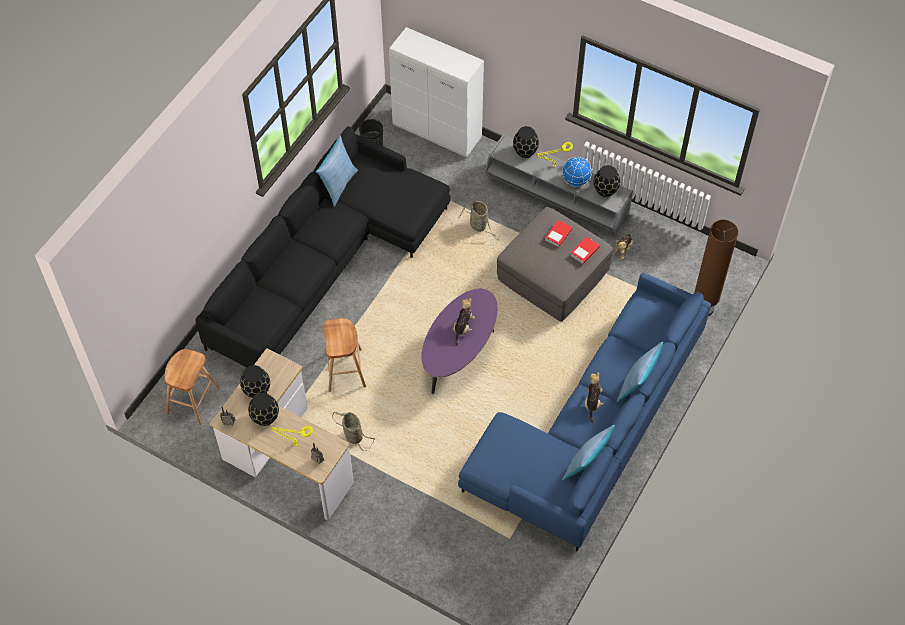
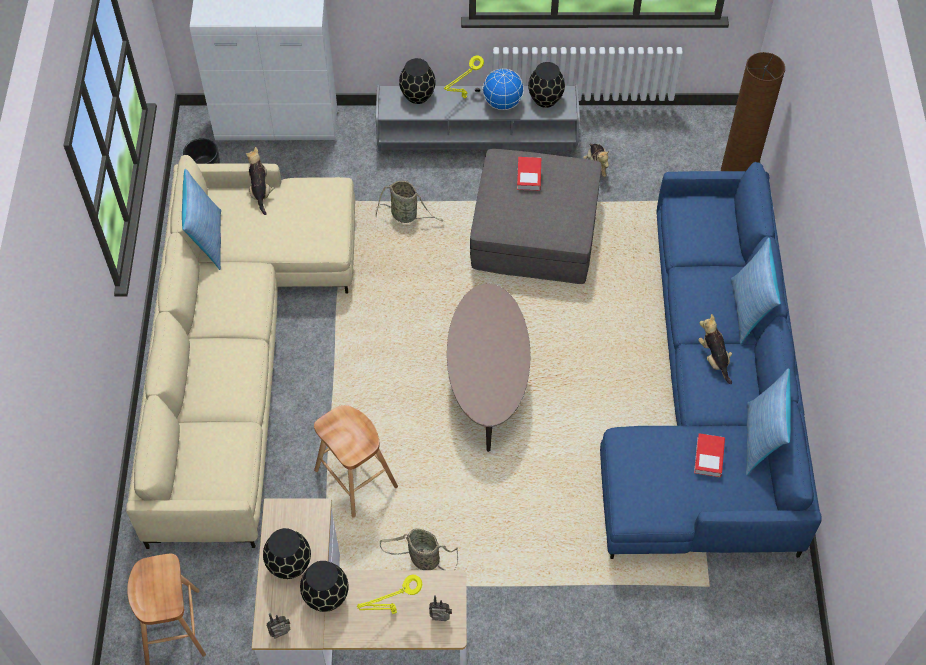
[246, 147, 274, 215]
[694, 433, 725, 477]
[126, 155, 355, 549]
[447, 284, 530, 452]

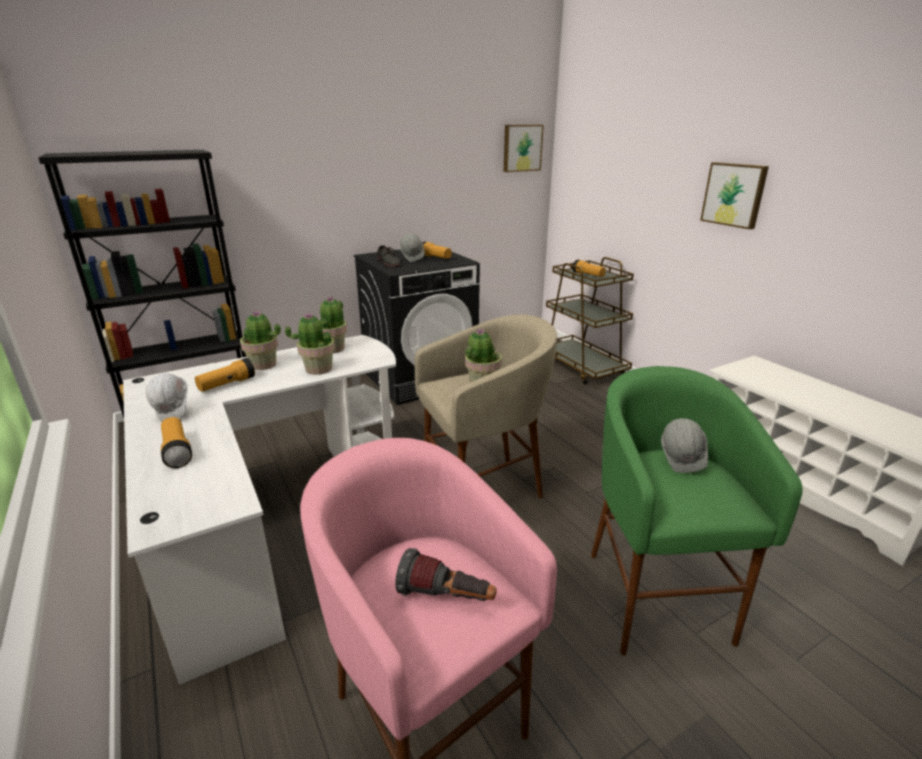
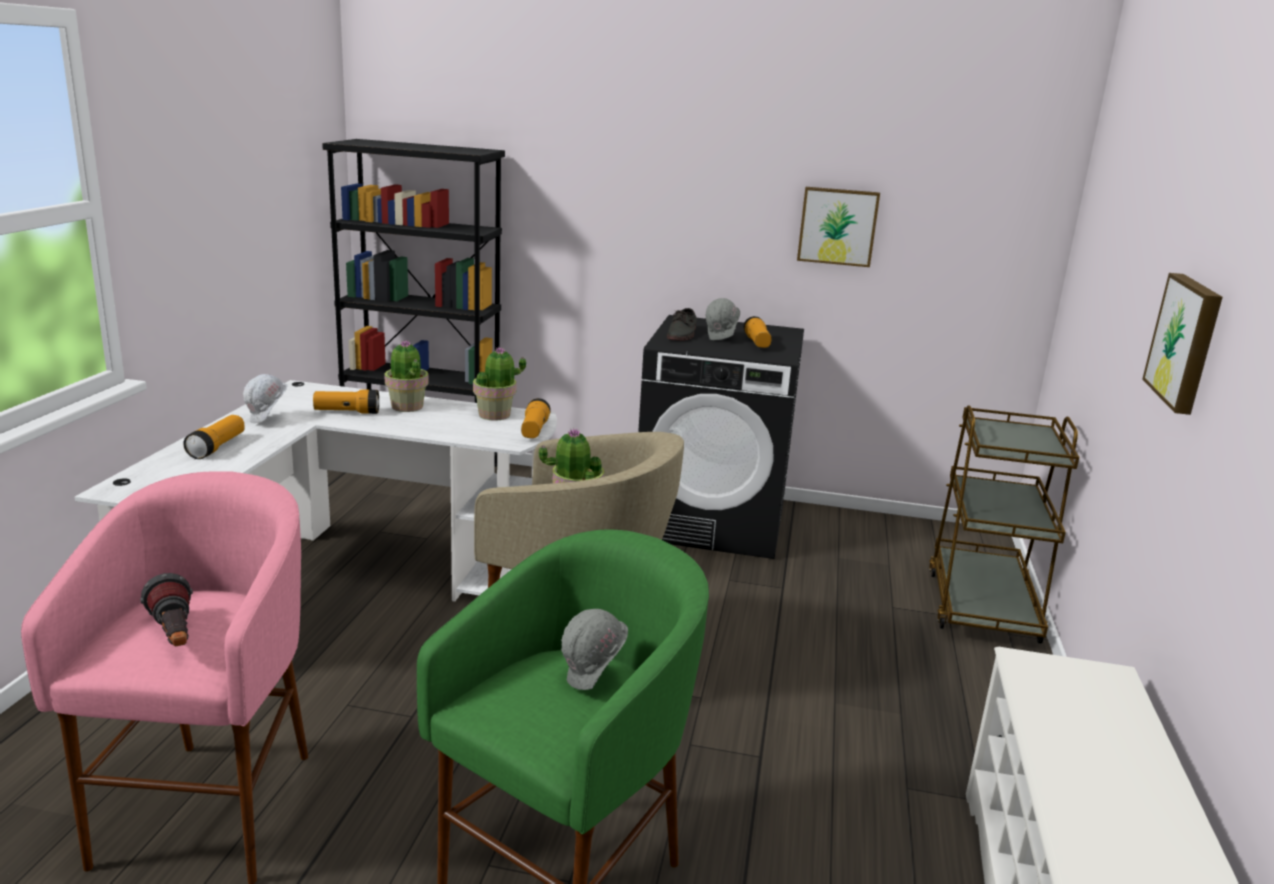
[285, 312, 335, 375] (first image)
[797, 187, 880, 267]
[521, 398, 551, 438]

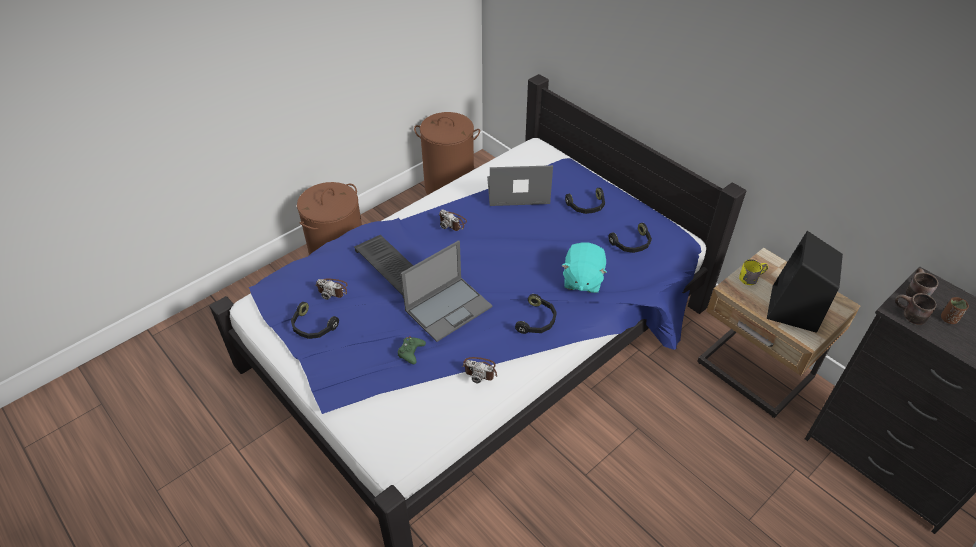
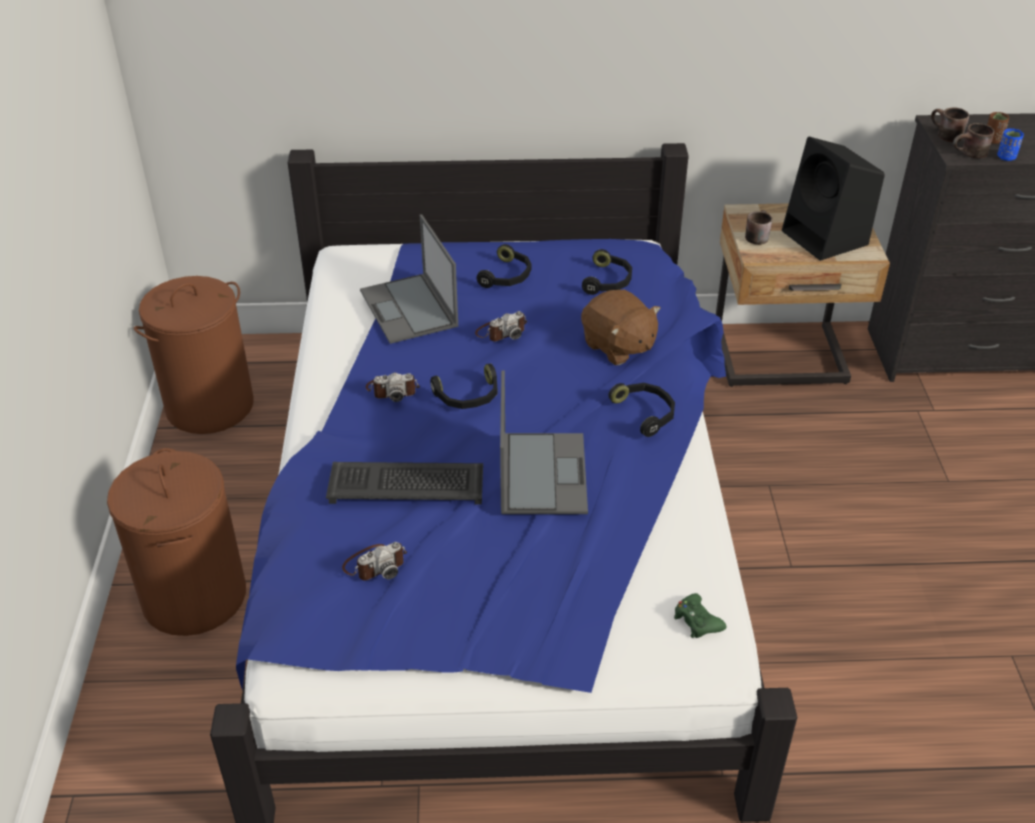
[997, 128, 1024, 161]
[430, 364, 498, 409]
[674, 593, 727, 638]
[475, 311, 527, 341]
[581, 290, 661, 365]
[745, 210, 773, 245]
[360, 214, 458, 344]

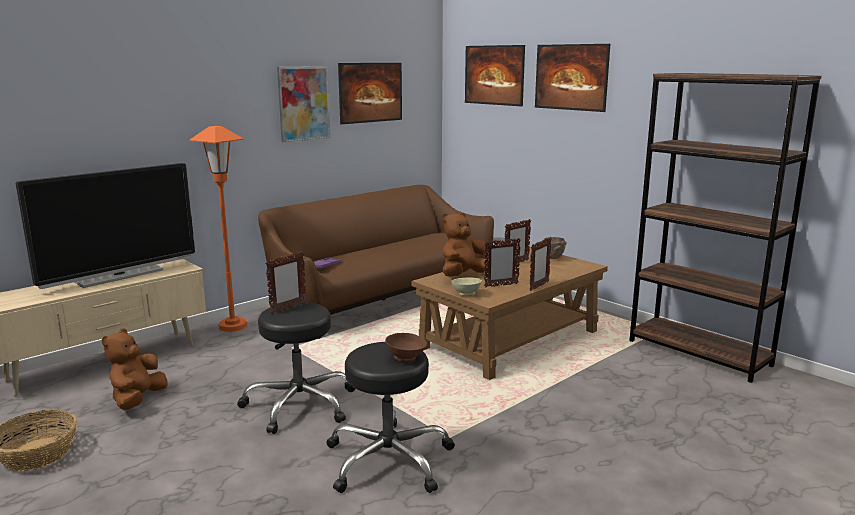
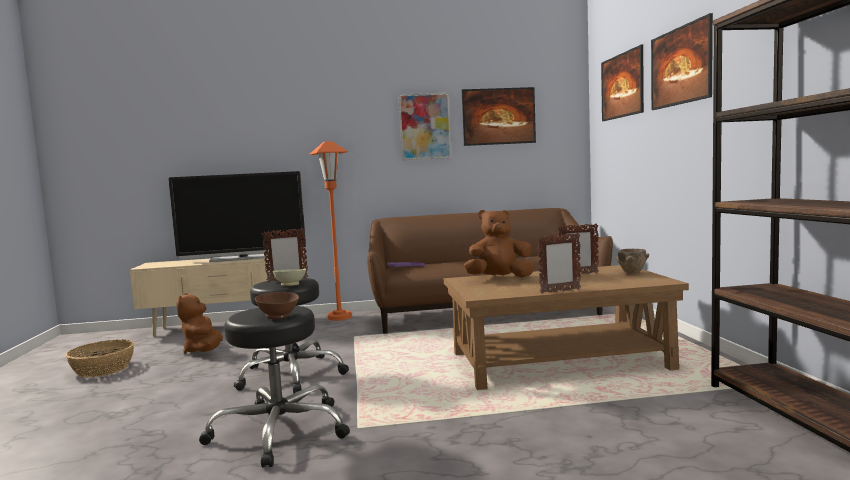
[484, 238, 521, 287] (first image)
[273, 269, 306, 286]
[176, 293, 223, 354]

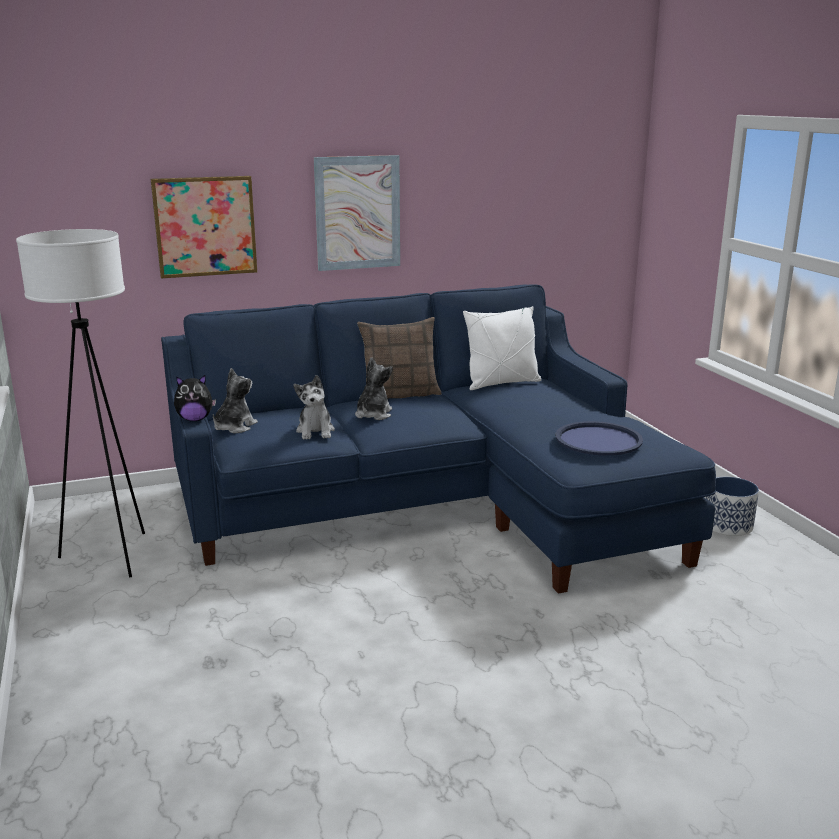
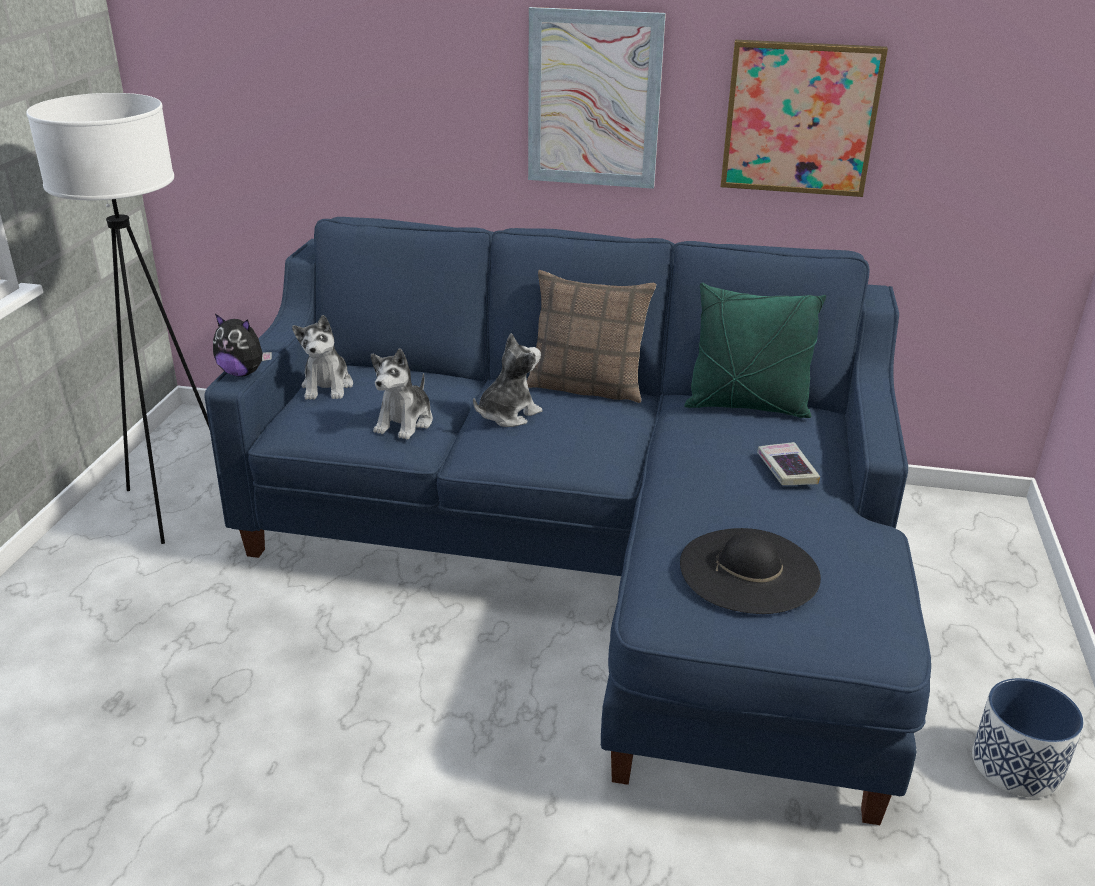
[757, 442, 820, 485]
[721, 40, 888, 197]
[680, 528, 821, 614]
[684, 283, 826, 418]
[292, 315, 353, 400]

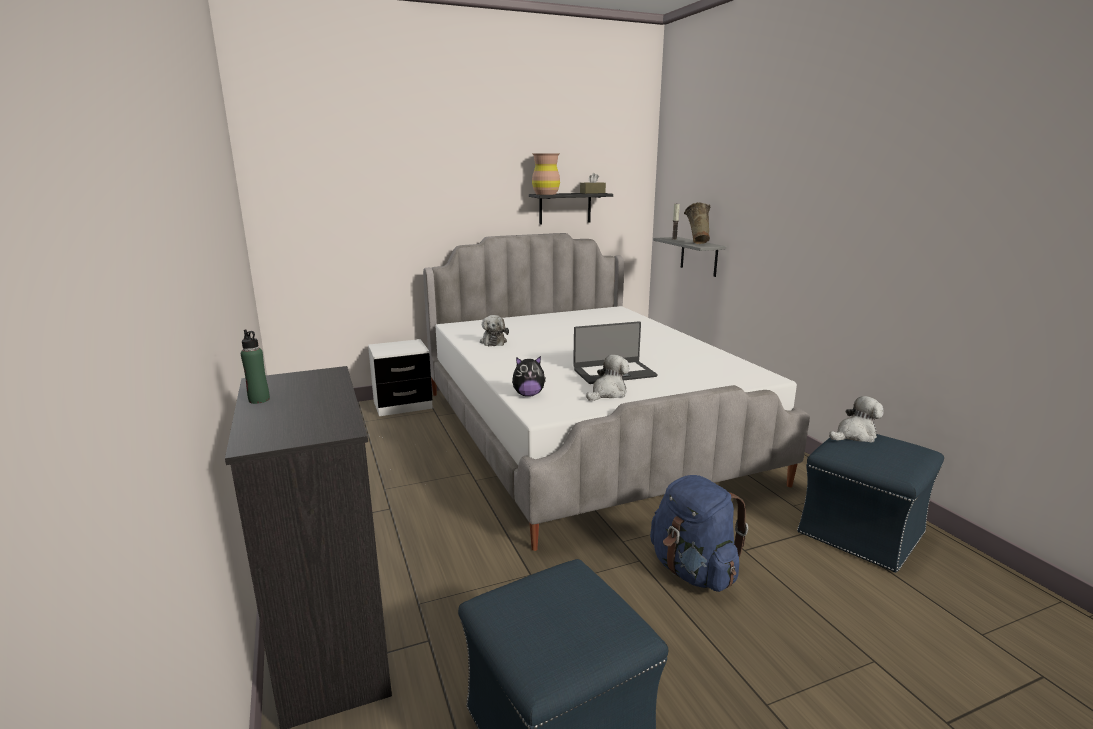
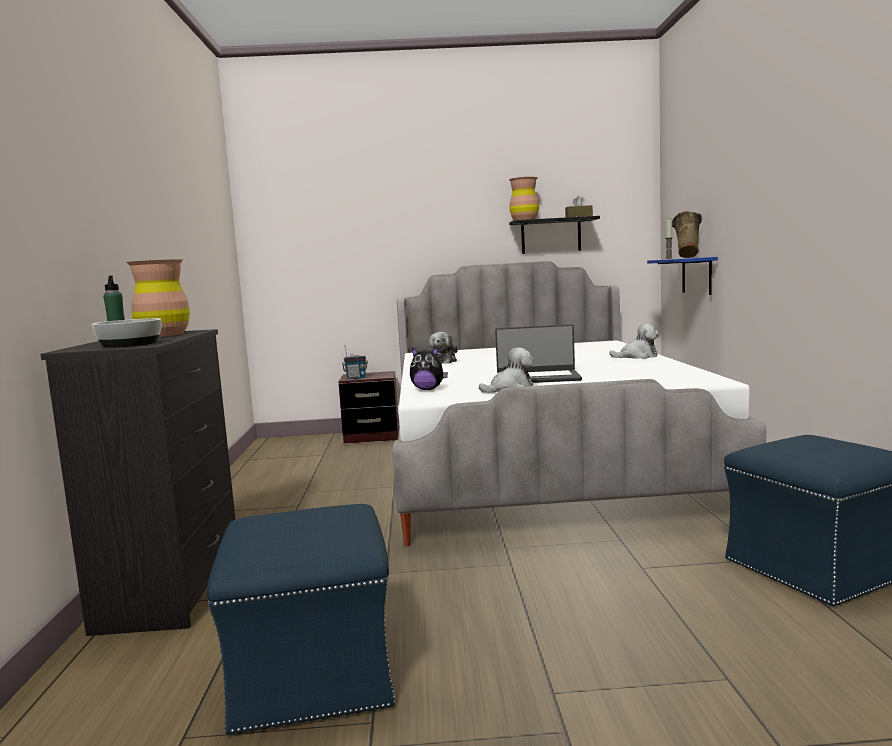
[650, 475, 748, 592] (first image)
[92, 318, 162, 348]
[126, 259, 190, 337]
[342, 345, 368, 380]
[609, 324, 659, 359]
[338, 371, 399, 444]
[647, 257, 718, 295]

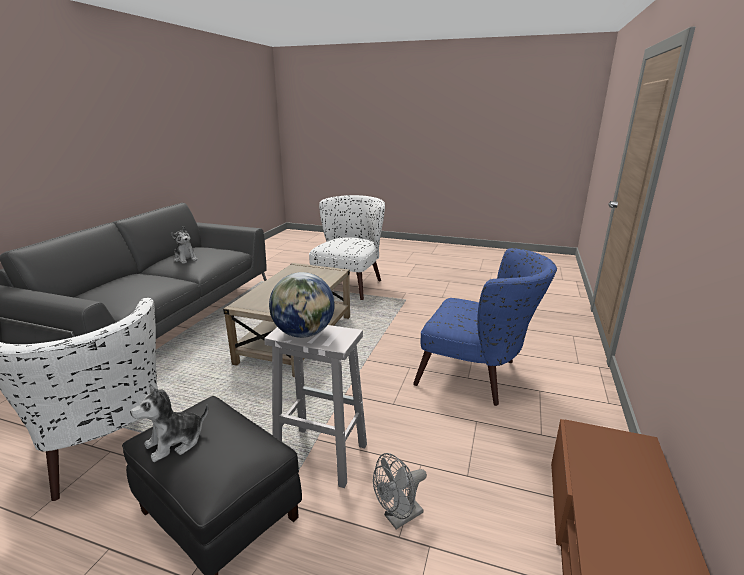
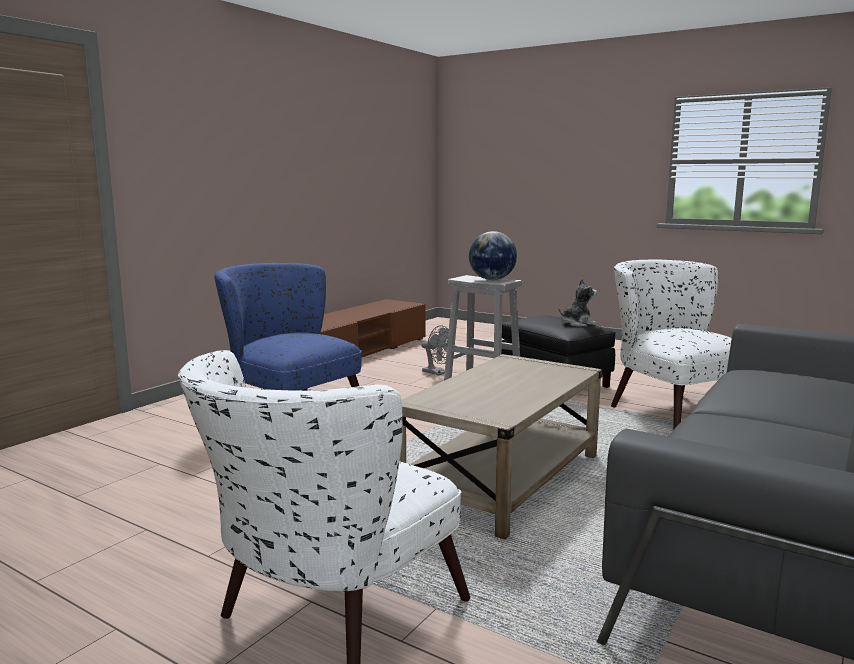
[171, 226, 198, 264] (first image)
[421, 325, 449, 375]

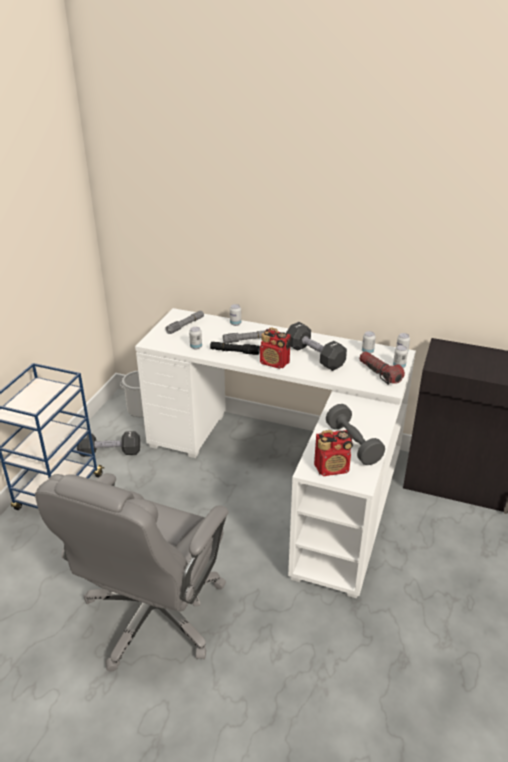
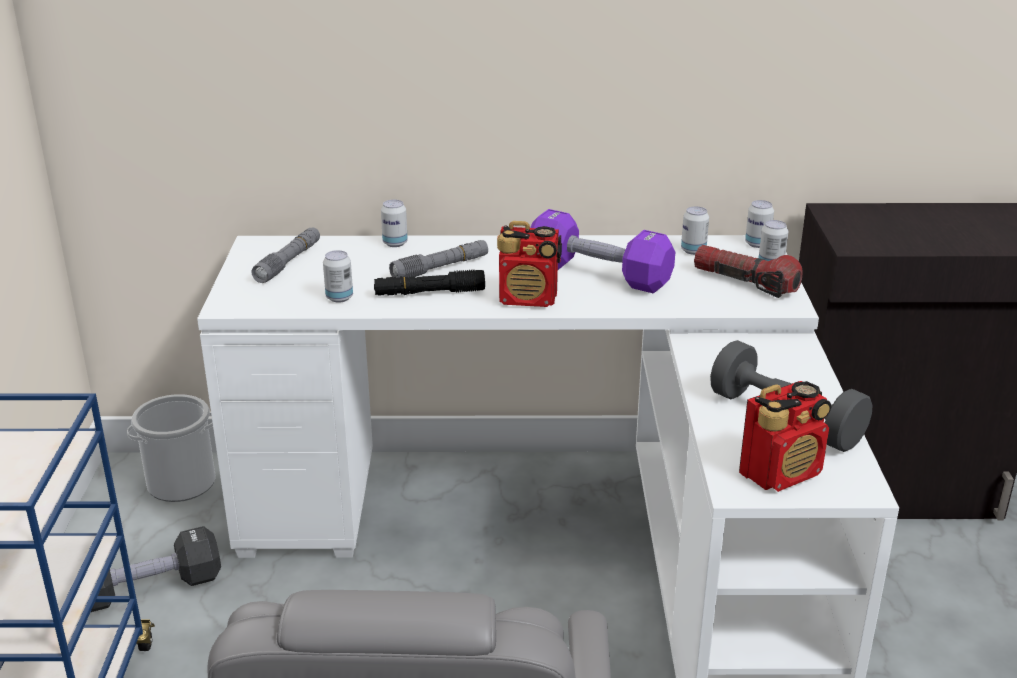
[530, 209, 675, 293]

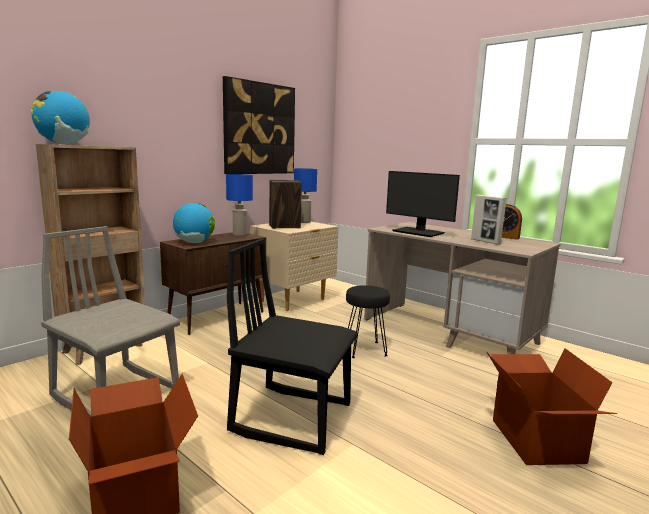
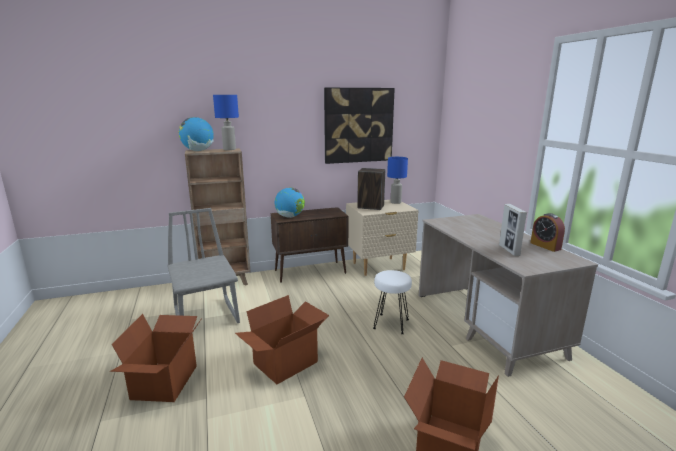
[386, 171, 460, 237] (first image)
[213, 95, 239, 150]
[235, 295, 329, 384]
[373, 270, 412, 334]

